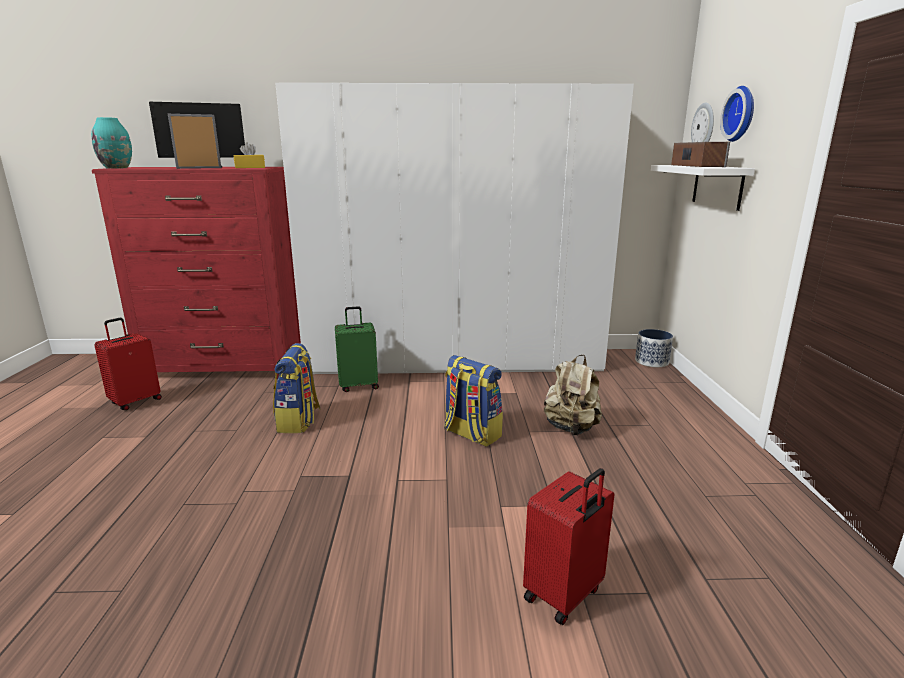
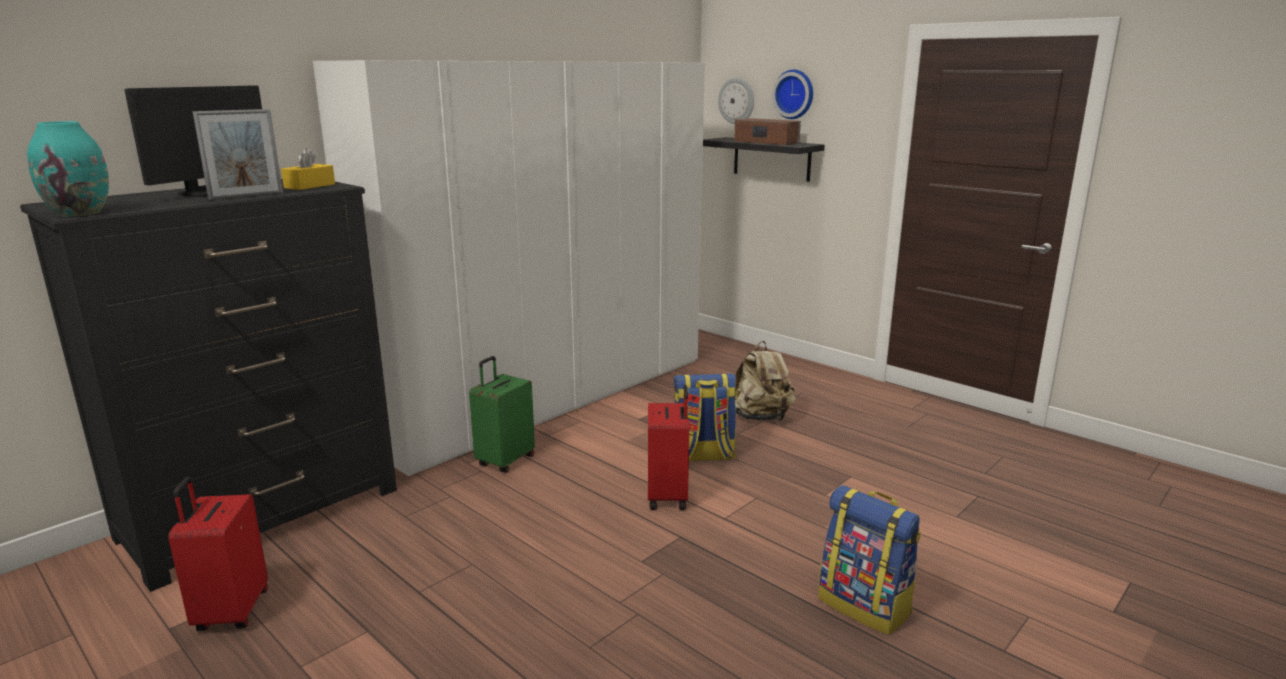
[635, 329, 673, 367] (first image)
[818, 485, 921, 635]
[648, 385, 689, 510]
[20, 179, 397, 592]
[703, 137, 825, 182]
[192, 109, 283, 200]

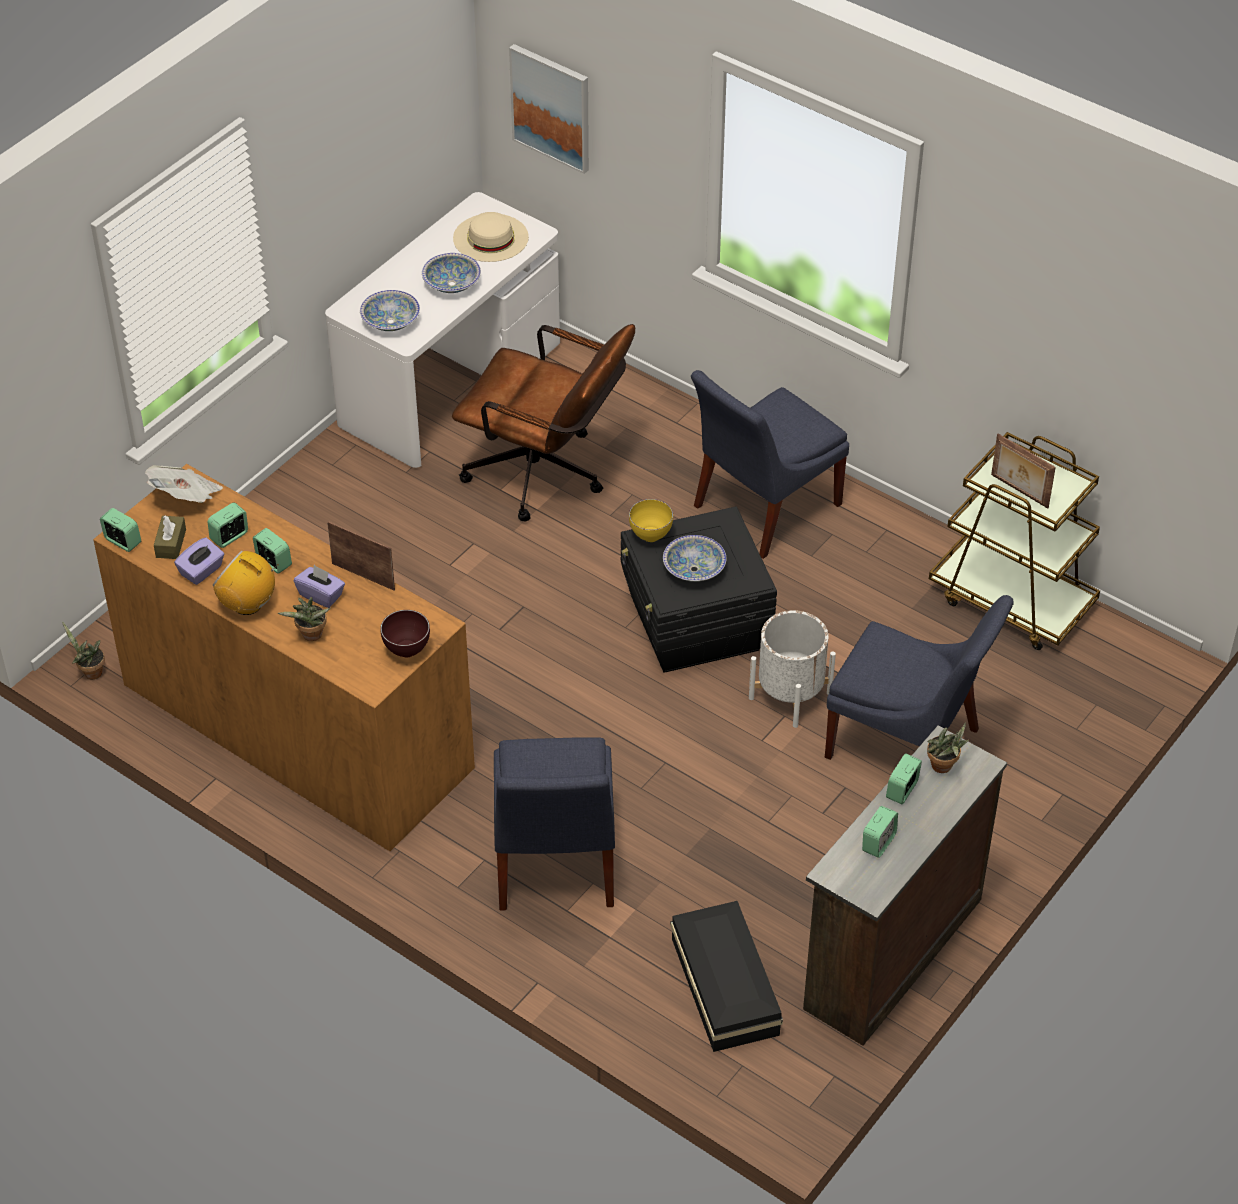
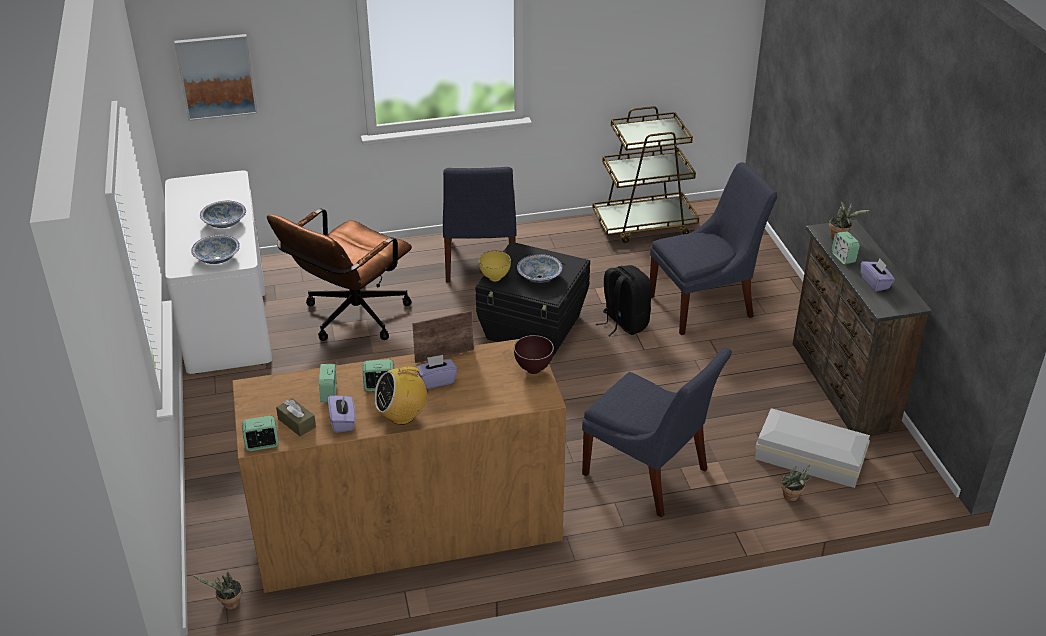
[145, 465, 223, 503] (first image)
[453, 212, 529, 262] (first image)
[991, 434, 1056, 508] (first image)
[781, 464, 812, 502]
[596, 265, 652, 337]
[861, 258, 895, 292]
[755, 408, 870, 488]
[267, 208, 412, 341]

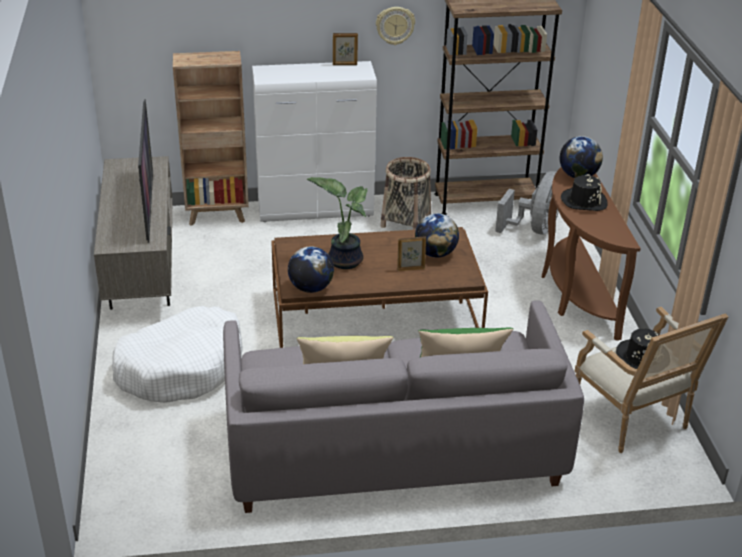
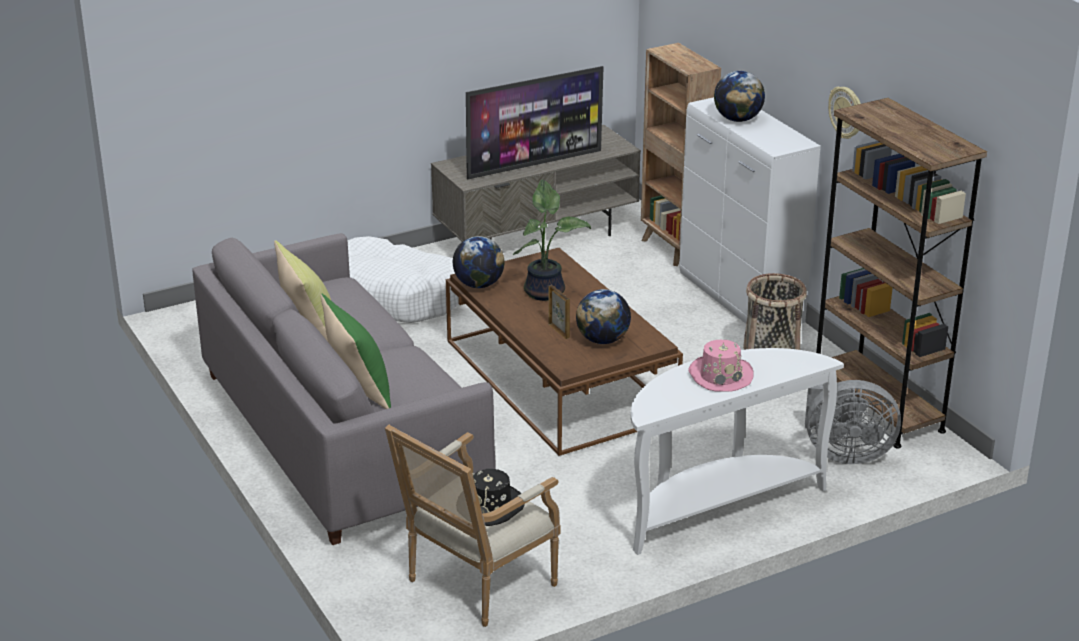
[333, 33, 358, 65] (first image)
[714, 71, 765, 122]
[630, 348, 844, 555]
[688, 340, 754, 392]

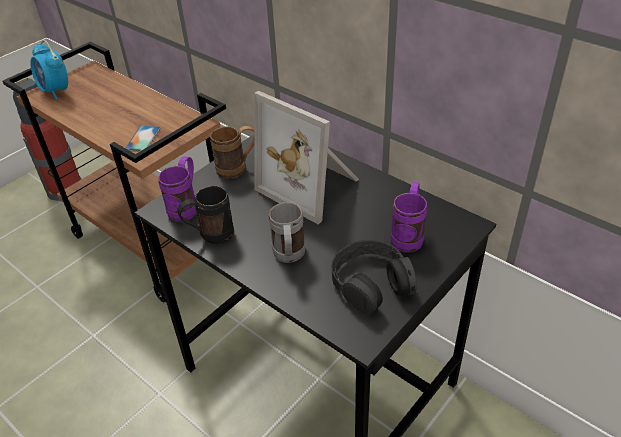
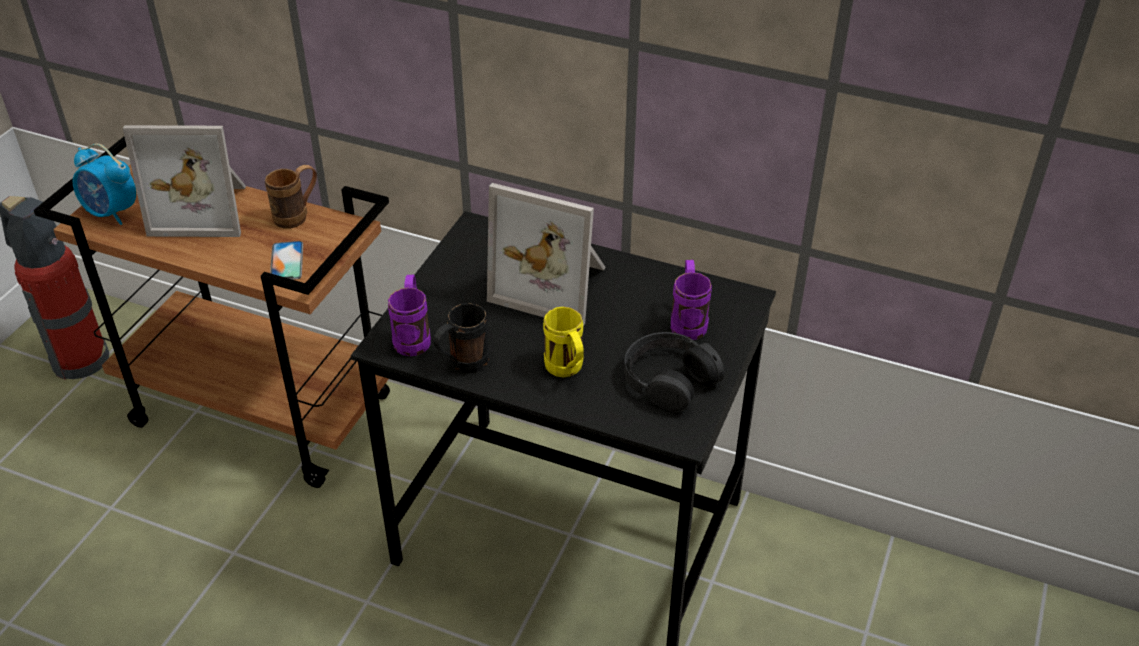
[123, 125, 246, 237]
[265, 165, 317, 229]
[543, 306, 584, 377]

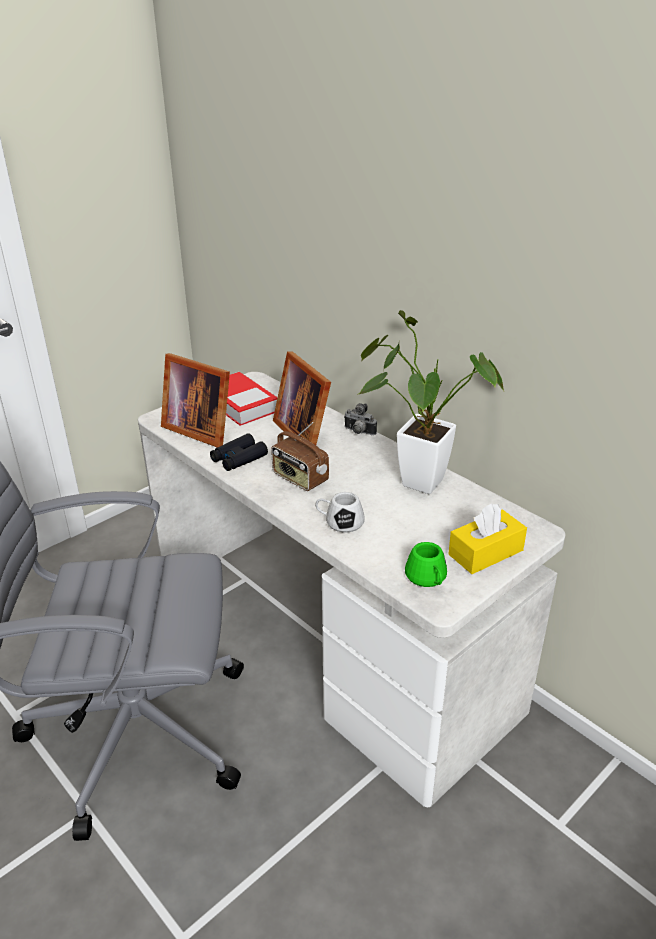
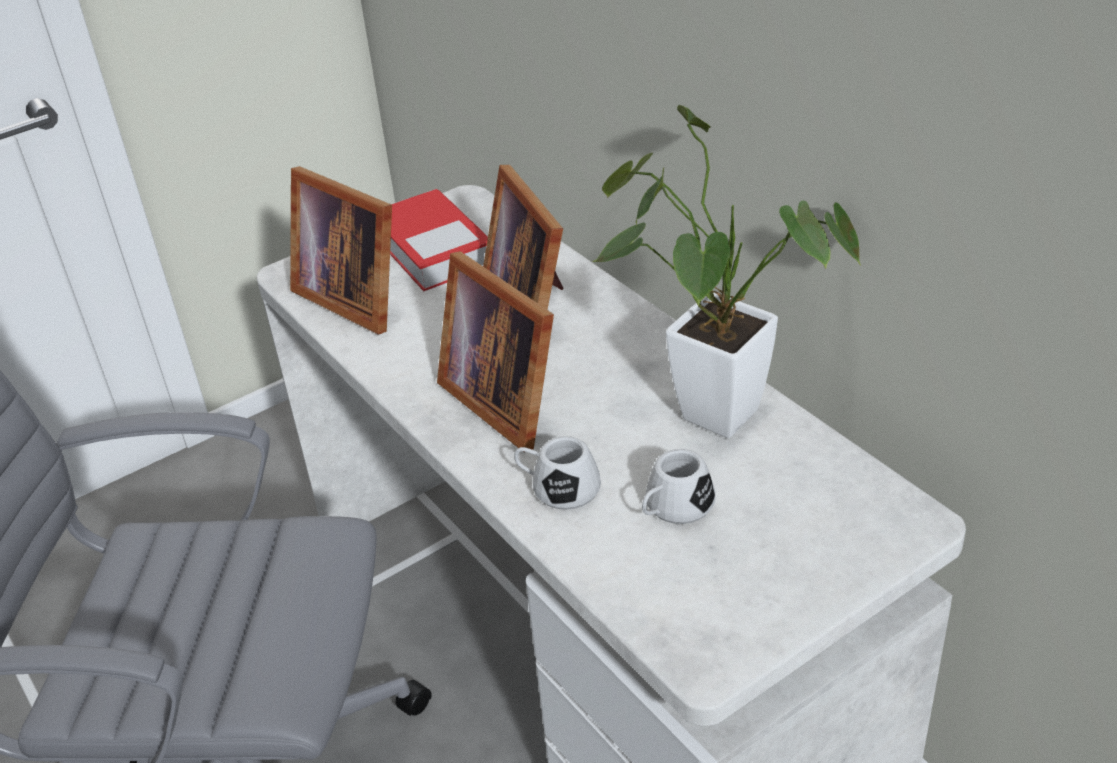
[210, 433, 268, 471] (first image)
[344, 403, 377, 435] (first image)
[405, 542, 447, 587] (first image)
[448, 503, 527, 574] (first image)
[642, 449, 715, 524]
[437, 251, 554, 452]

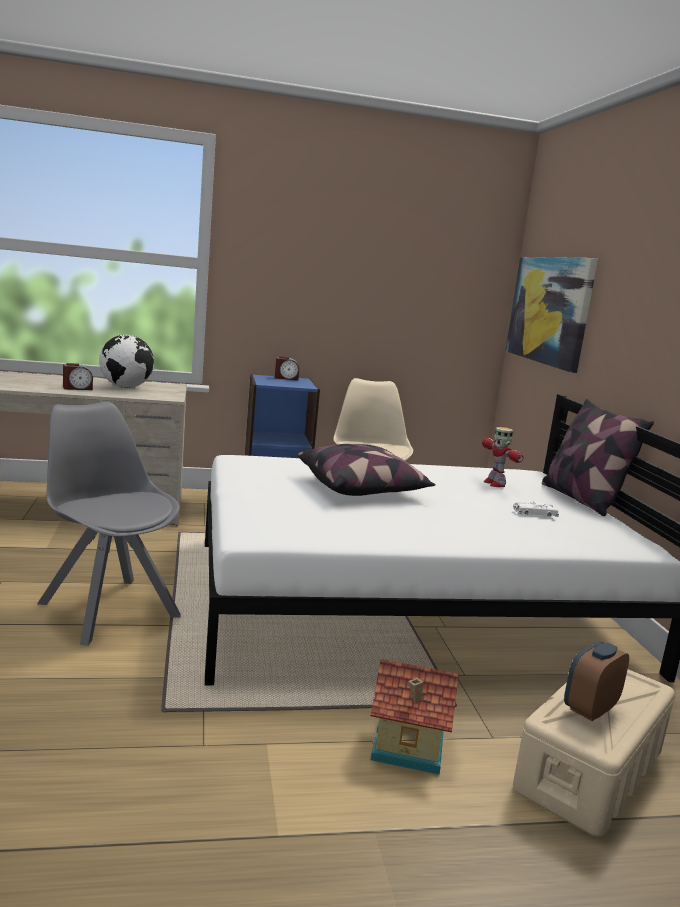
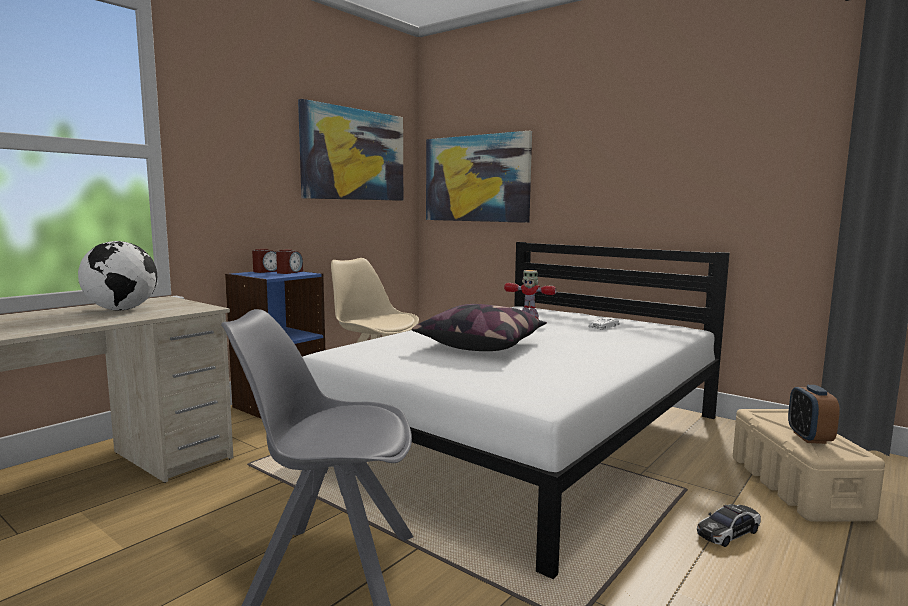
[542, 399, 654, 516] (first image)
[298, 99, 403, 201]
[276, 249, 303, 274]
[697, 504, 761, 547]

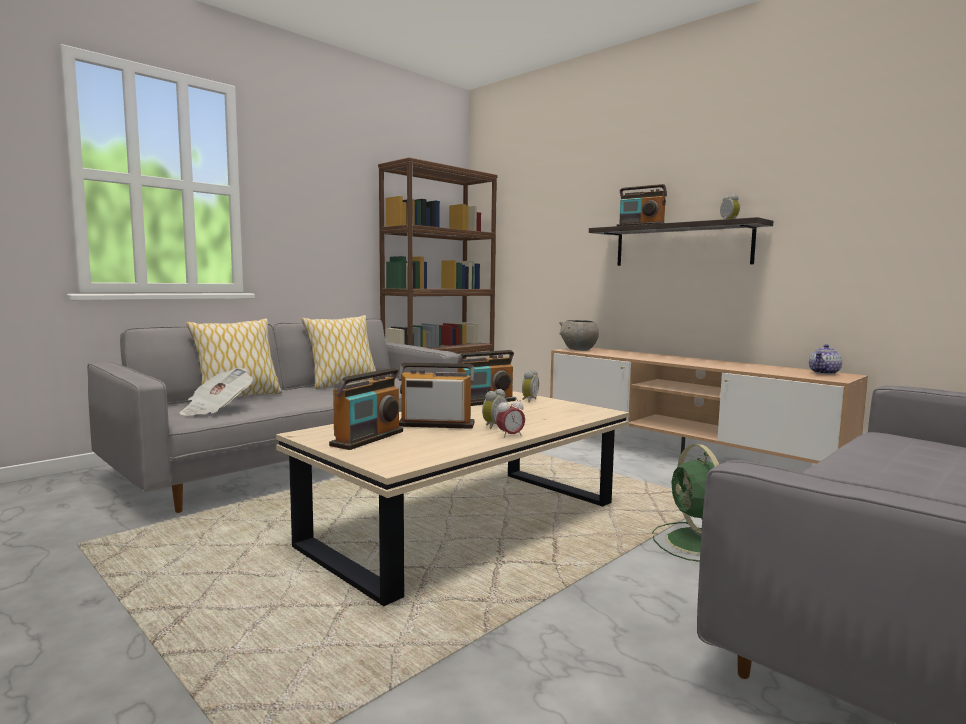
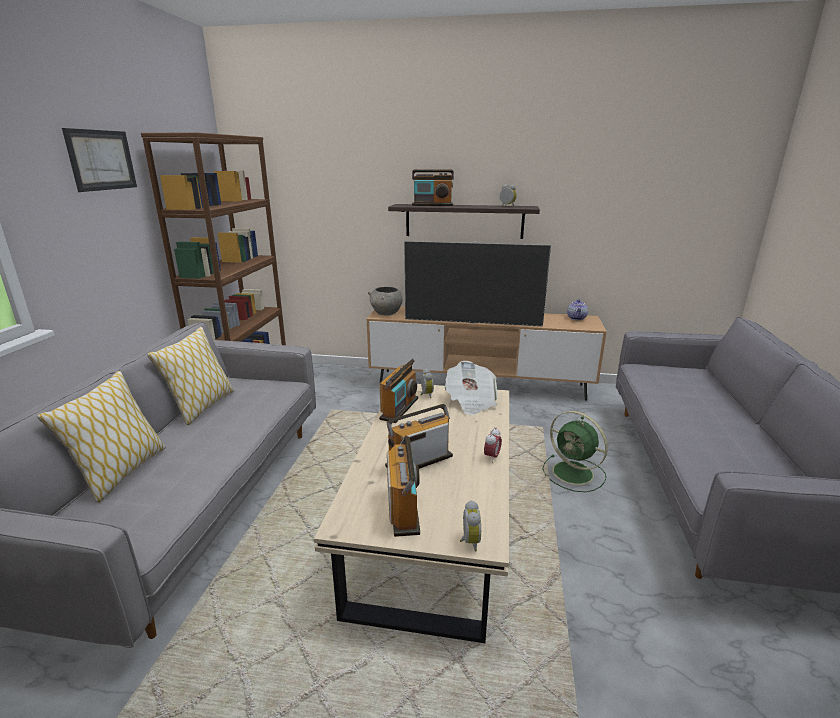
[62, 128, 137, 192]
[404, 241, 551, 326]
[445, 361, 498, 415]
[460, 500, 481, 551]

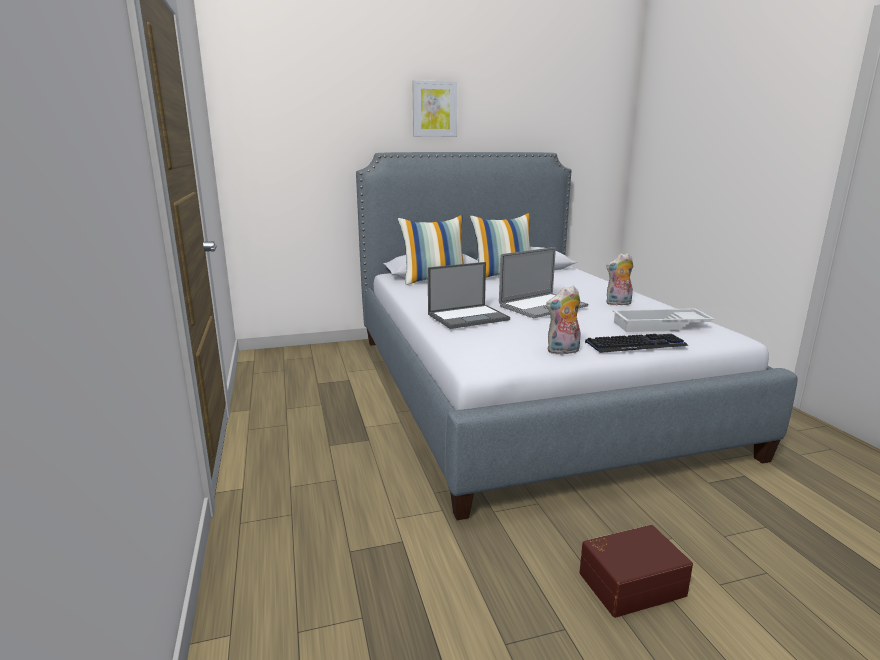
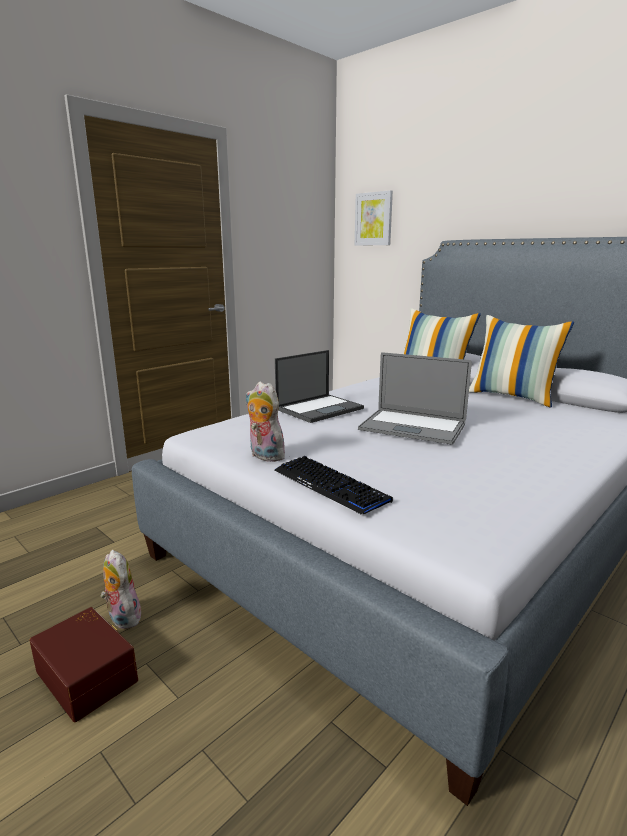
[612, 308, 715, 332] (first image)
[355, 190, 393, 246]
[100, 550, 142, 629]
[275, 350, 364, 423]

